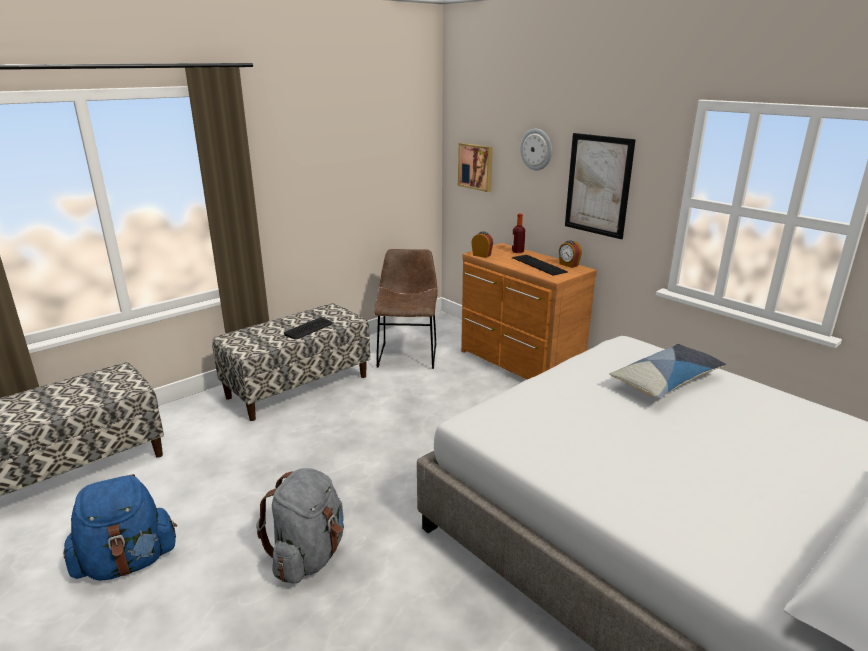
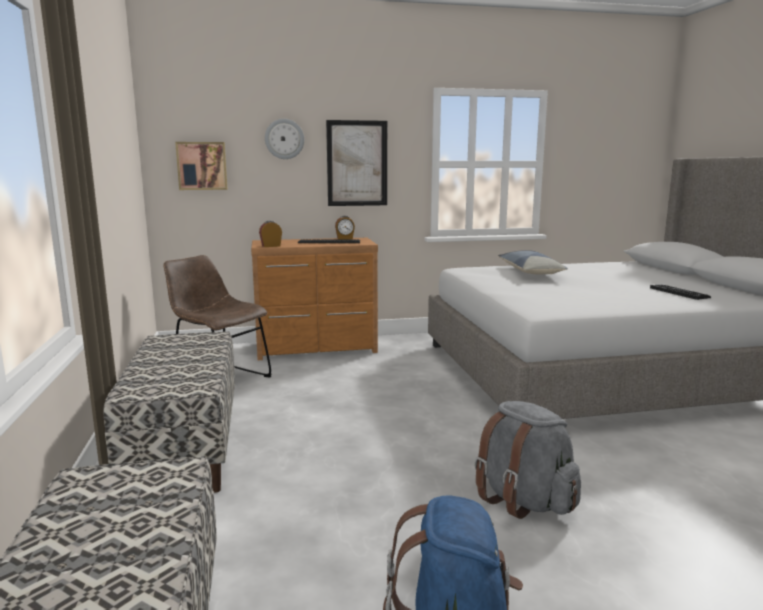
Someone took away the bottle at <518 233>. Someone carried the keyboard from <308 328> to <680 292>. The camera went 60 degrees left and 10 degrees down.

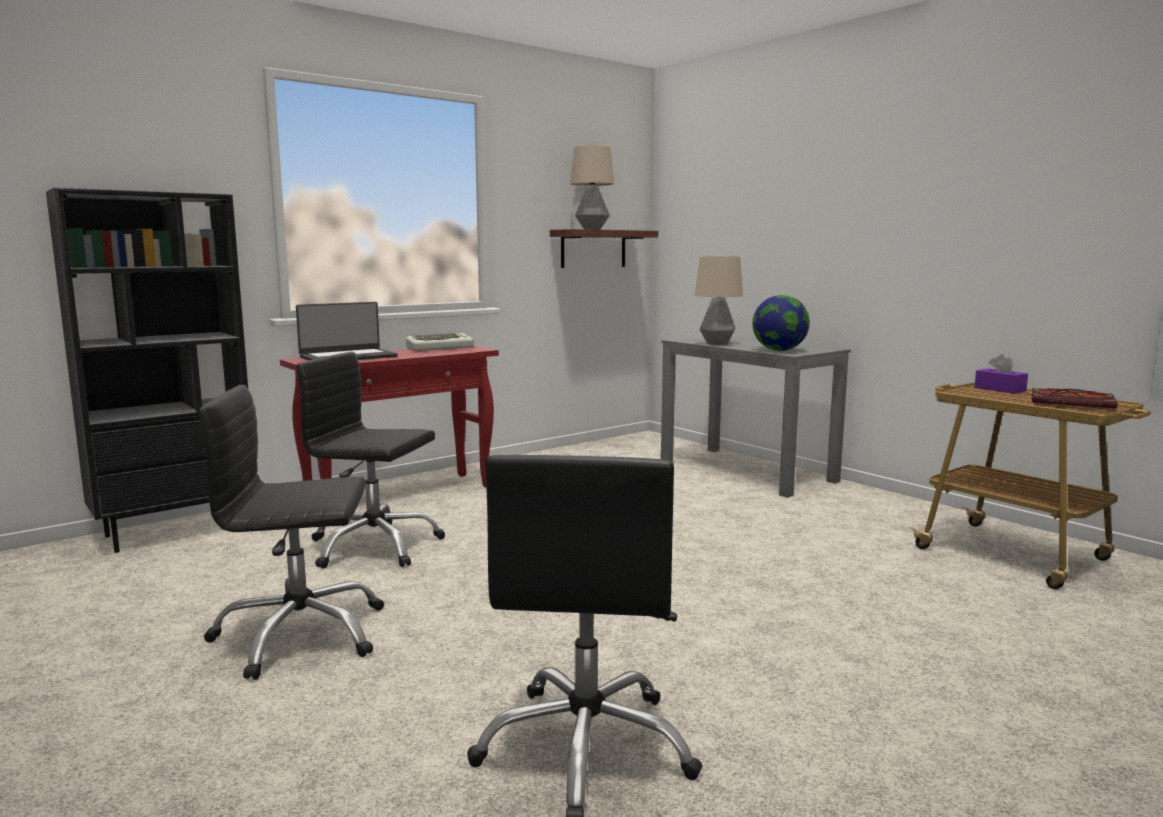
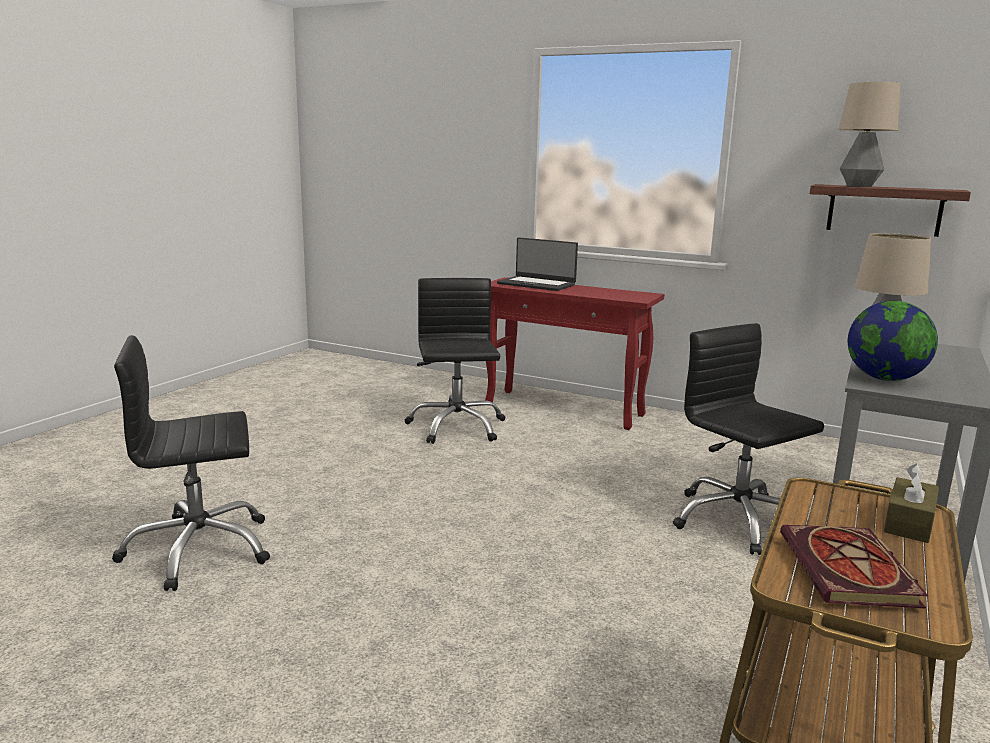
Someone took away the black bookcase at <147 370>. Someone took away the keyboard at <440 342>. Someone repainted the purple tissue box at <1001 374>, which became the brown tissue box at <911 503>. Someone carried the black office chair from <291 532> to <748 439>. The camera went 65 degrees right and 5 degrees up.

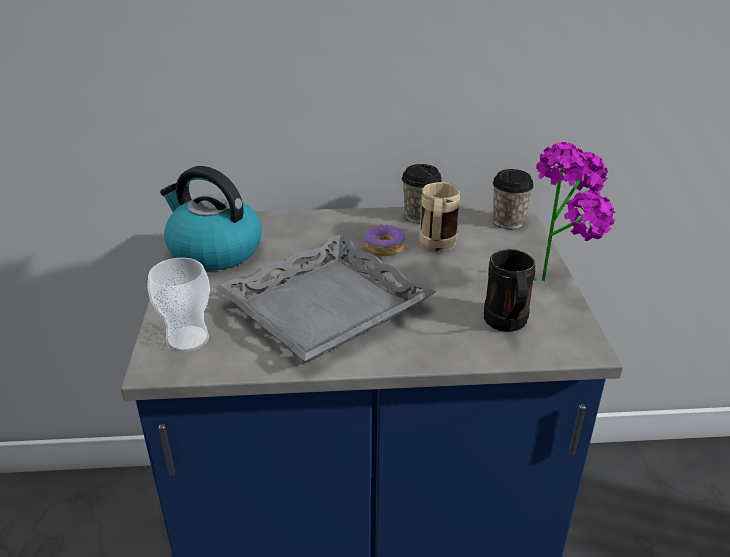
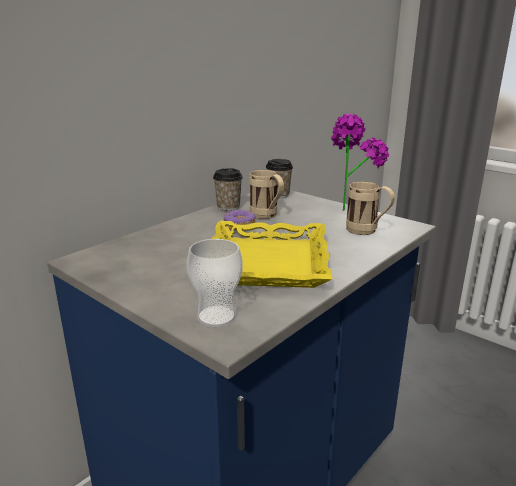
Someone took away the kettle at <211 218>. Someone repainted the grey tray at <326 297>, which became the yellow tray at <272 254>. Someone repainted the black mug at <509 290>, which became the beige mug at <370 208>. The camera went 45 degrees left and 10 degrees down.

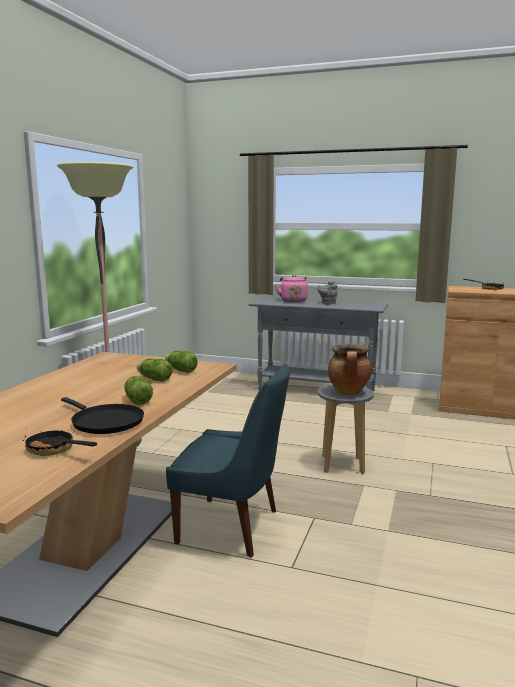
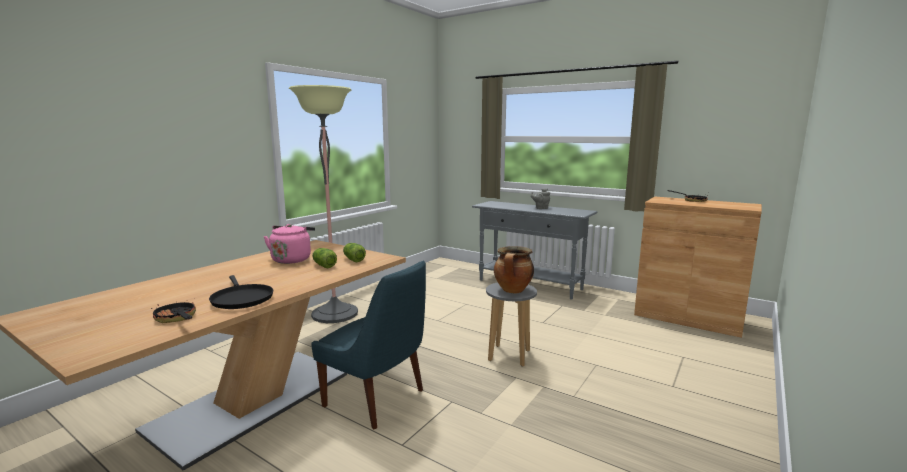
Someone carried the pink kettle from <291 288> to <289 244>. Someone took away the lettuce at <138 390>. The camera went 15 degrees right and 0 degrees up.

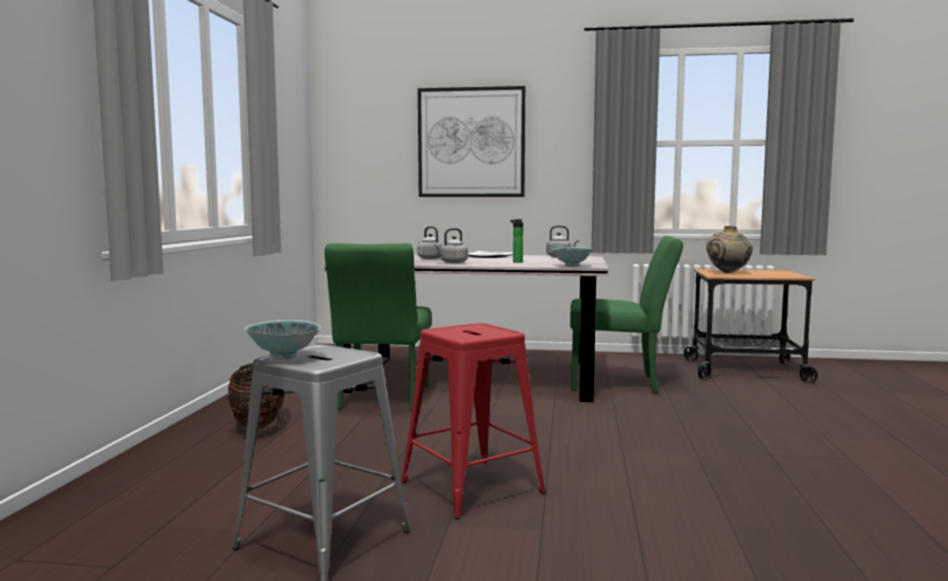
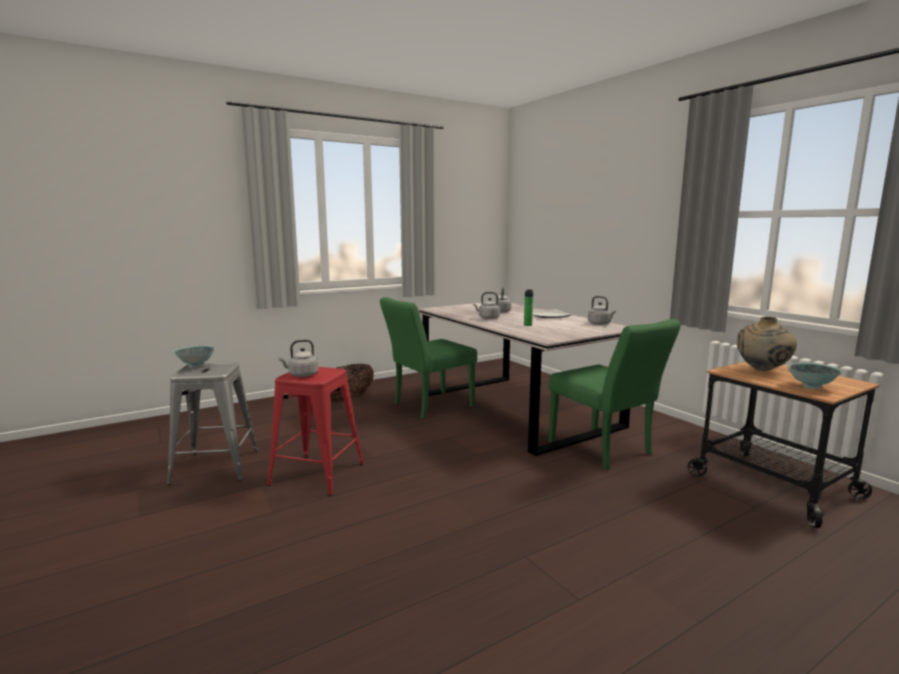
Someone took away the picture at <471 141>. Someone carried the bowl from <572 257> to <815 376>. Someone put down the grey kettle at <299 358>. The camera went 50 degrees right and 5 degrees up.

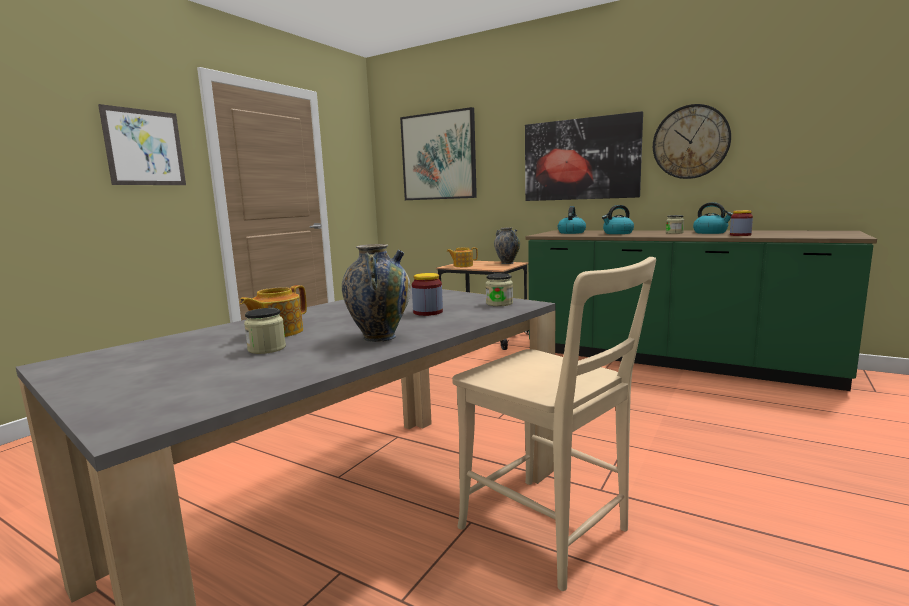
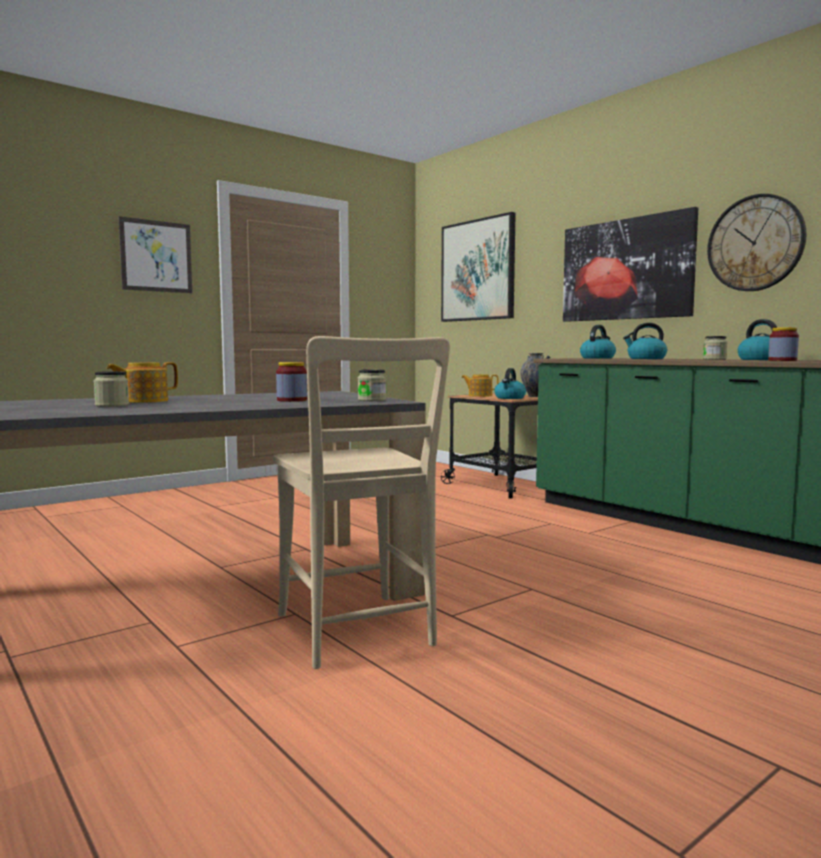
Someone took away the vase at <376 293>. Someone put down the kettle at <510 383>. The camera went 20 degrees right and 5 degrees down.

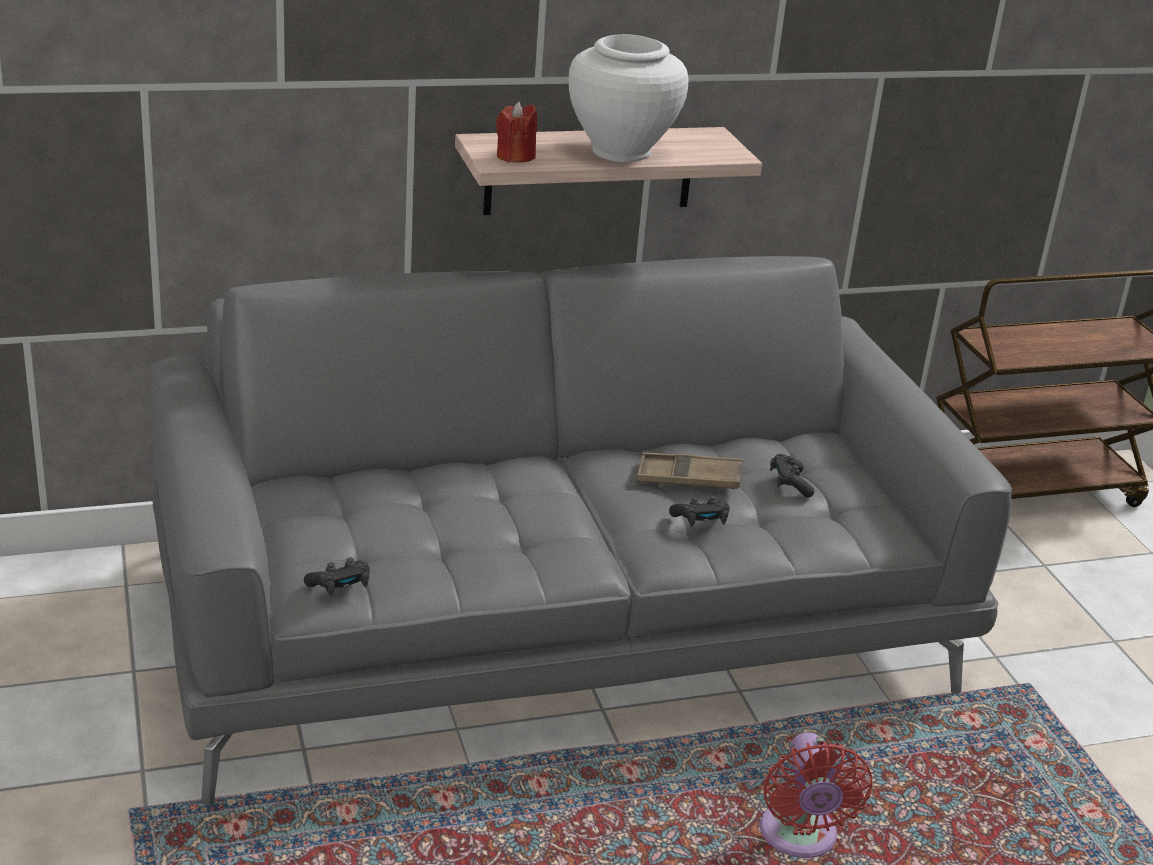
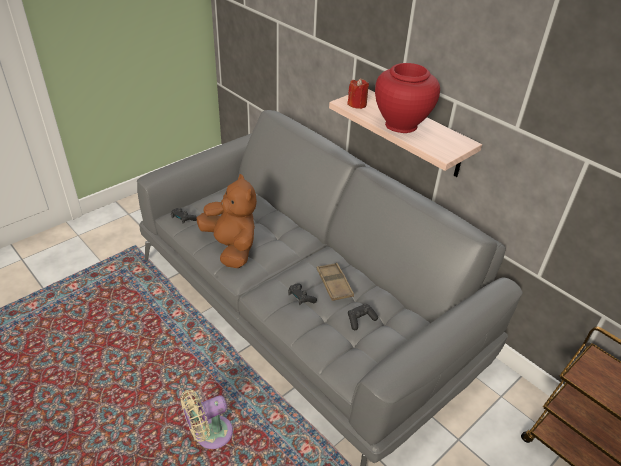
Someone repainted the white vase at <628 98>, which became the red vase at <407 98>. Someone repainted the red fan at <816 795>, which became the beige fan at <206 419>. Someone put down the brown plush toy at <227 221>. The camera went 65 degrees right and 10 degrees up.

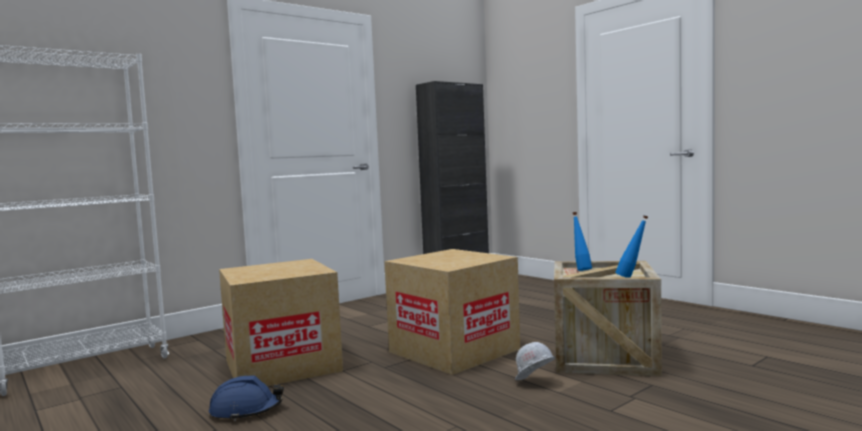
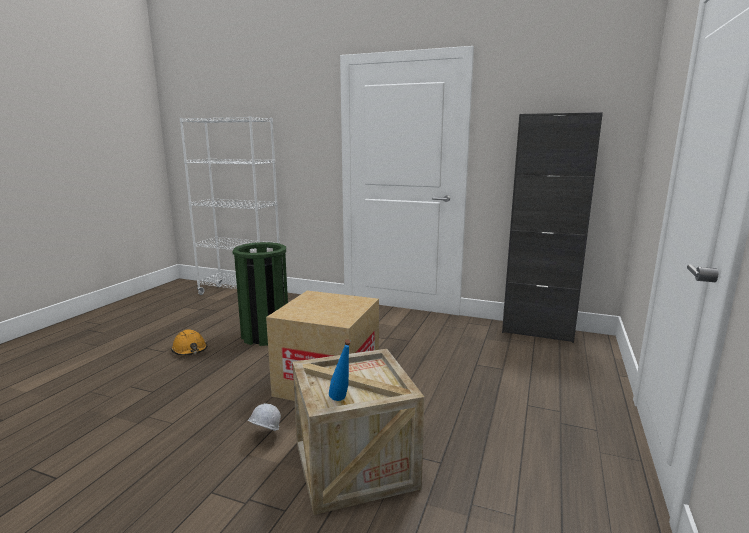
Someone took away the blue bottle at <582 241>. Someone swapped the cardboard box at <281 322> for the green trash can at <260 294>. Someone repainted the blue hard hat at <246 398>, which became the orange hard hat at <189 342>. The camera went 60 degrees right and 10 degrees up.

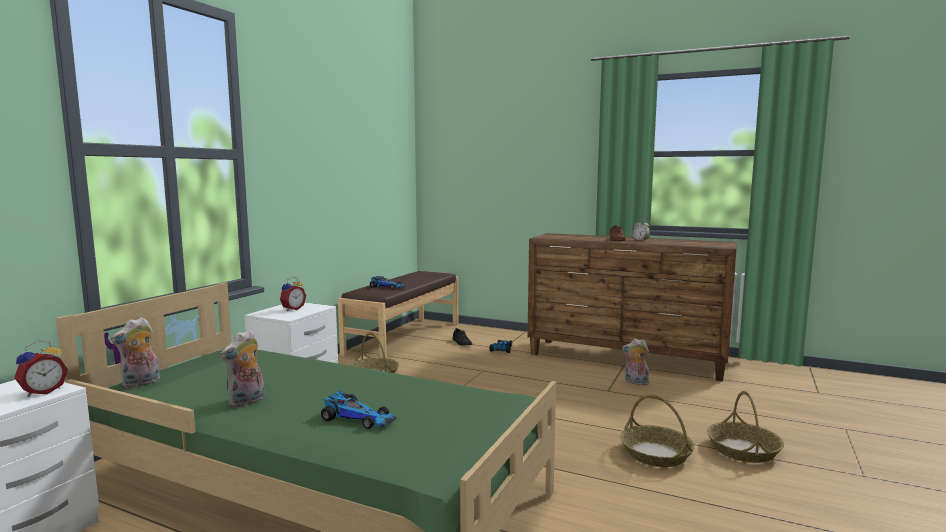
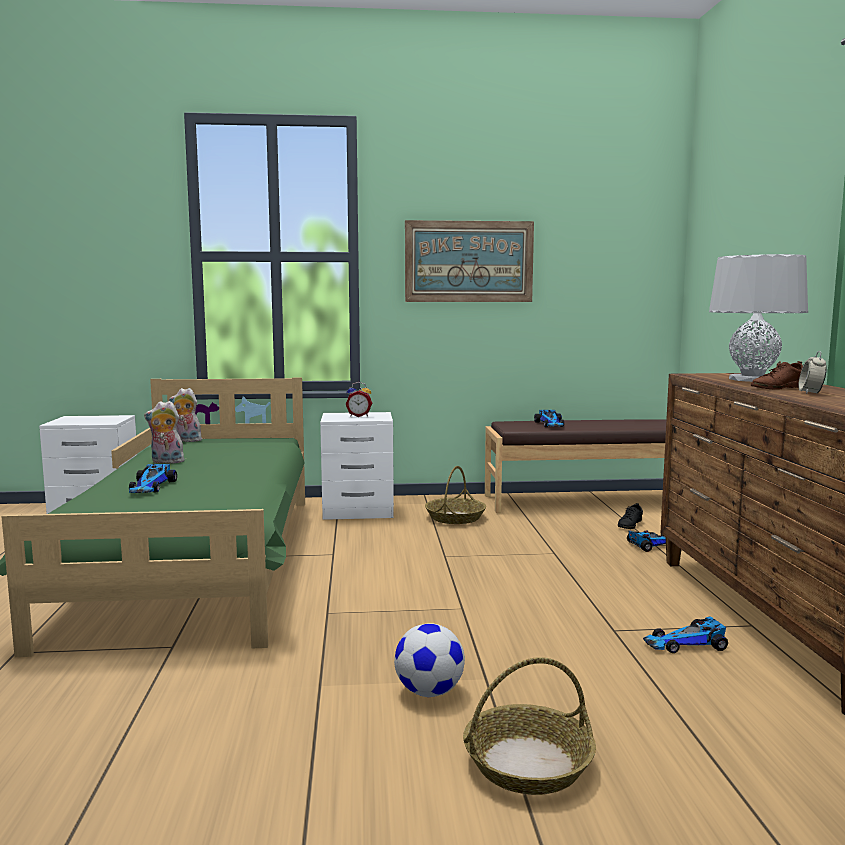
Someone swapped the plush toy at <635 362> for the toy car at <685 634>. Someone took away the alarm clock at <41 369>. Someone swapped the basket at <657 431> for the football at <429 660>. Someone put up the picture at <469 261>. Someone put down the grey table lamp at <758 318>. The camera went 60 degrees right and 0 degrees up.

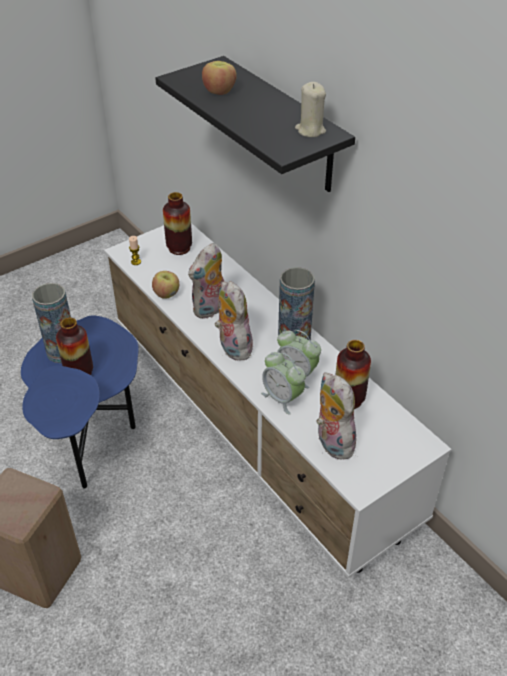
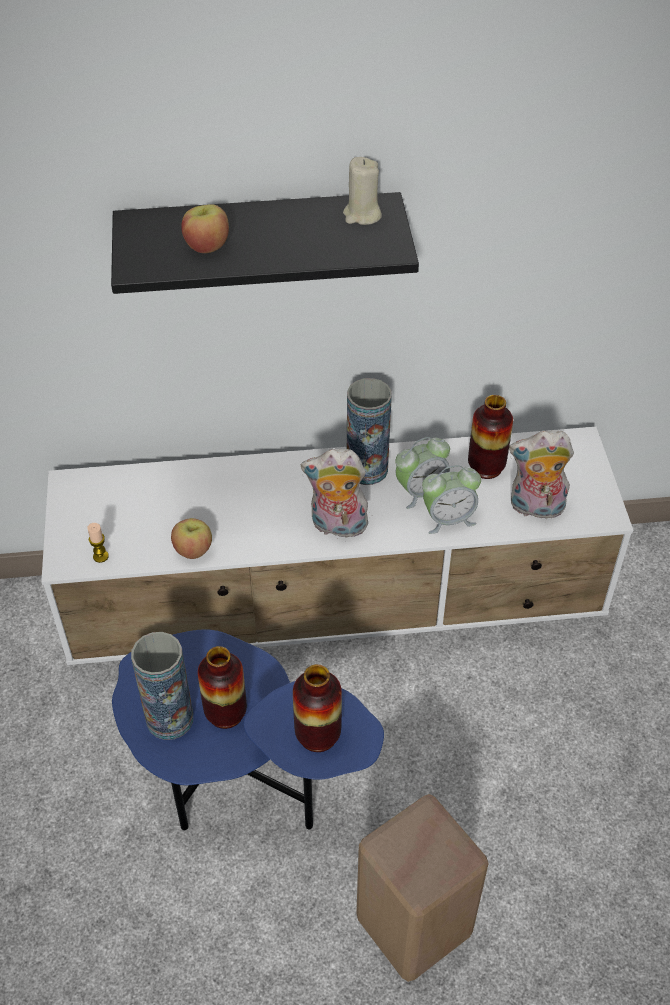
Someone carried the vase from <177 223> to <317 708>. Someone took away the plush toy at <206 281>. The camera went 60 degrees left and 5 degrees up.

